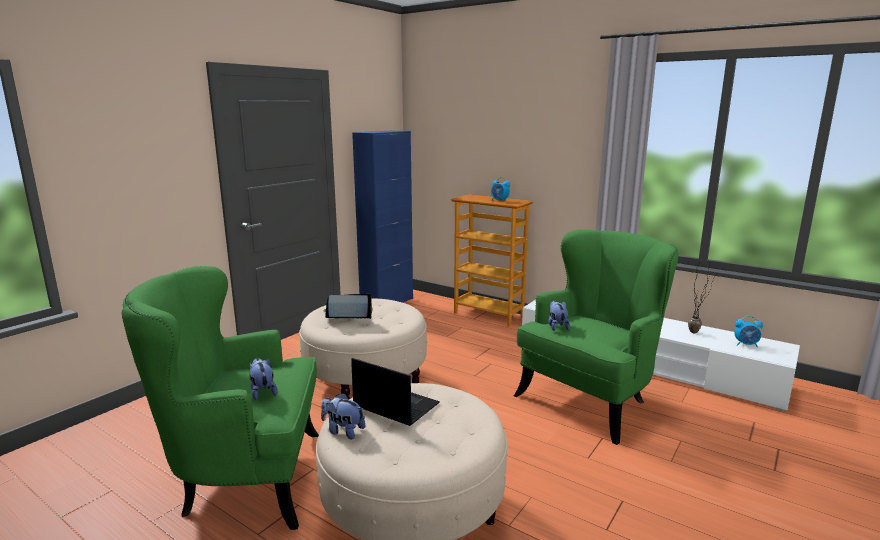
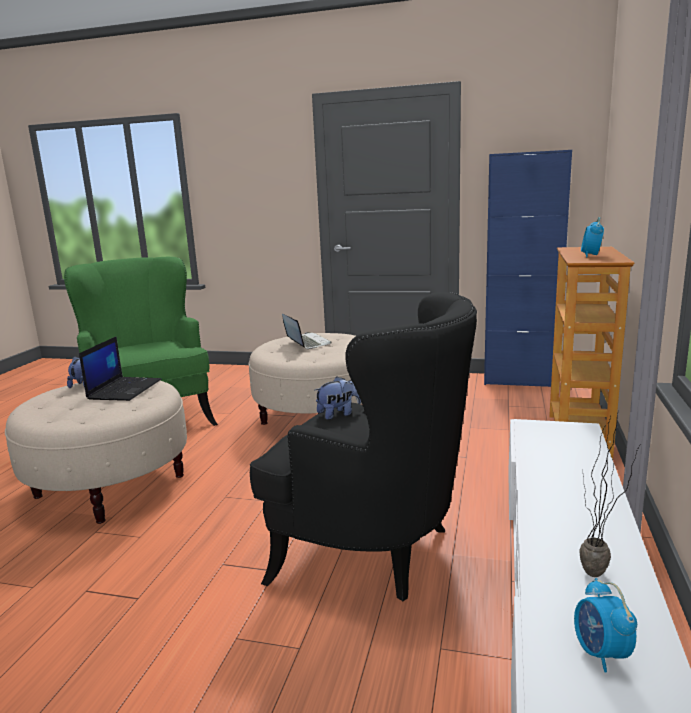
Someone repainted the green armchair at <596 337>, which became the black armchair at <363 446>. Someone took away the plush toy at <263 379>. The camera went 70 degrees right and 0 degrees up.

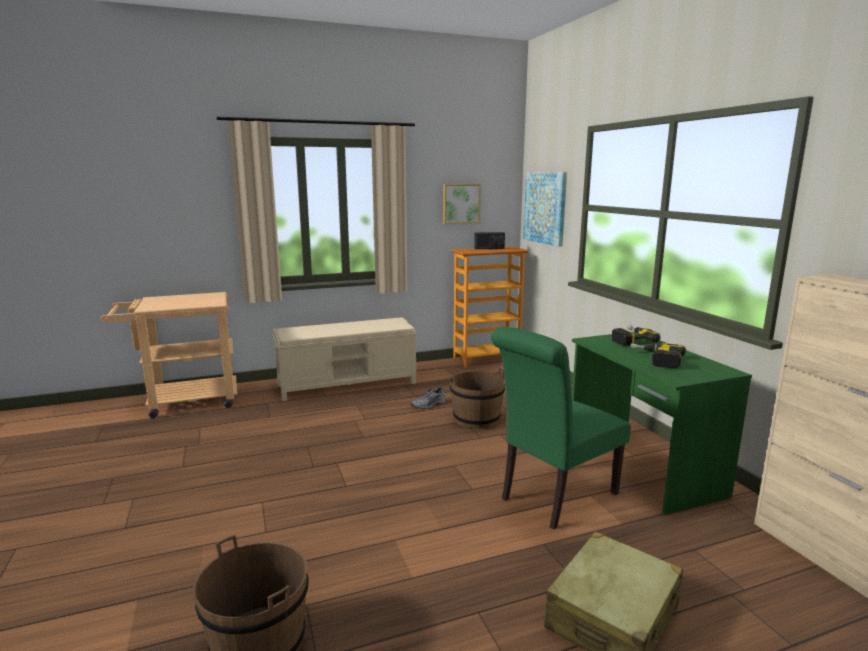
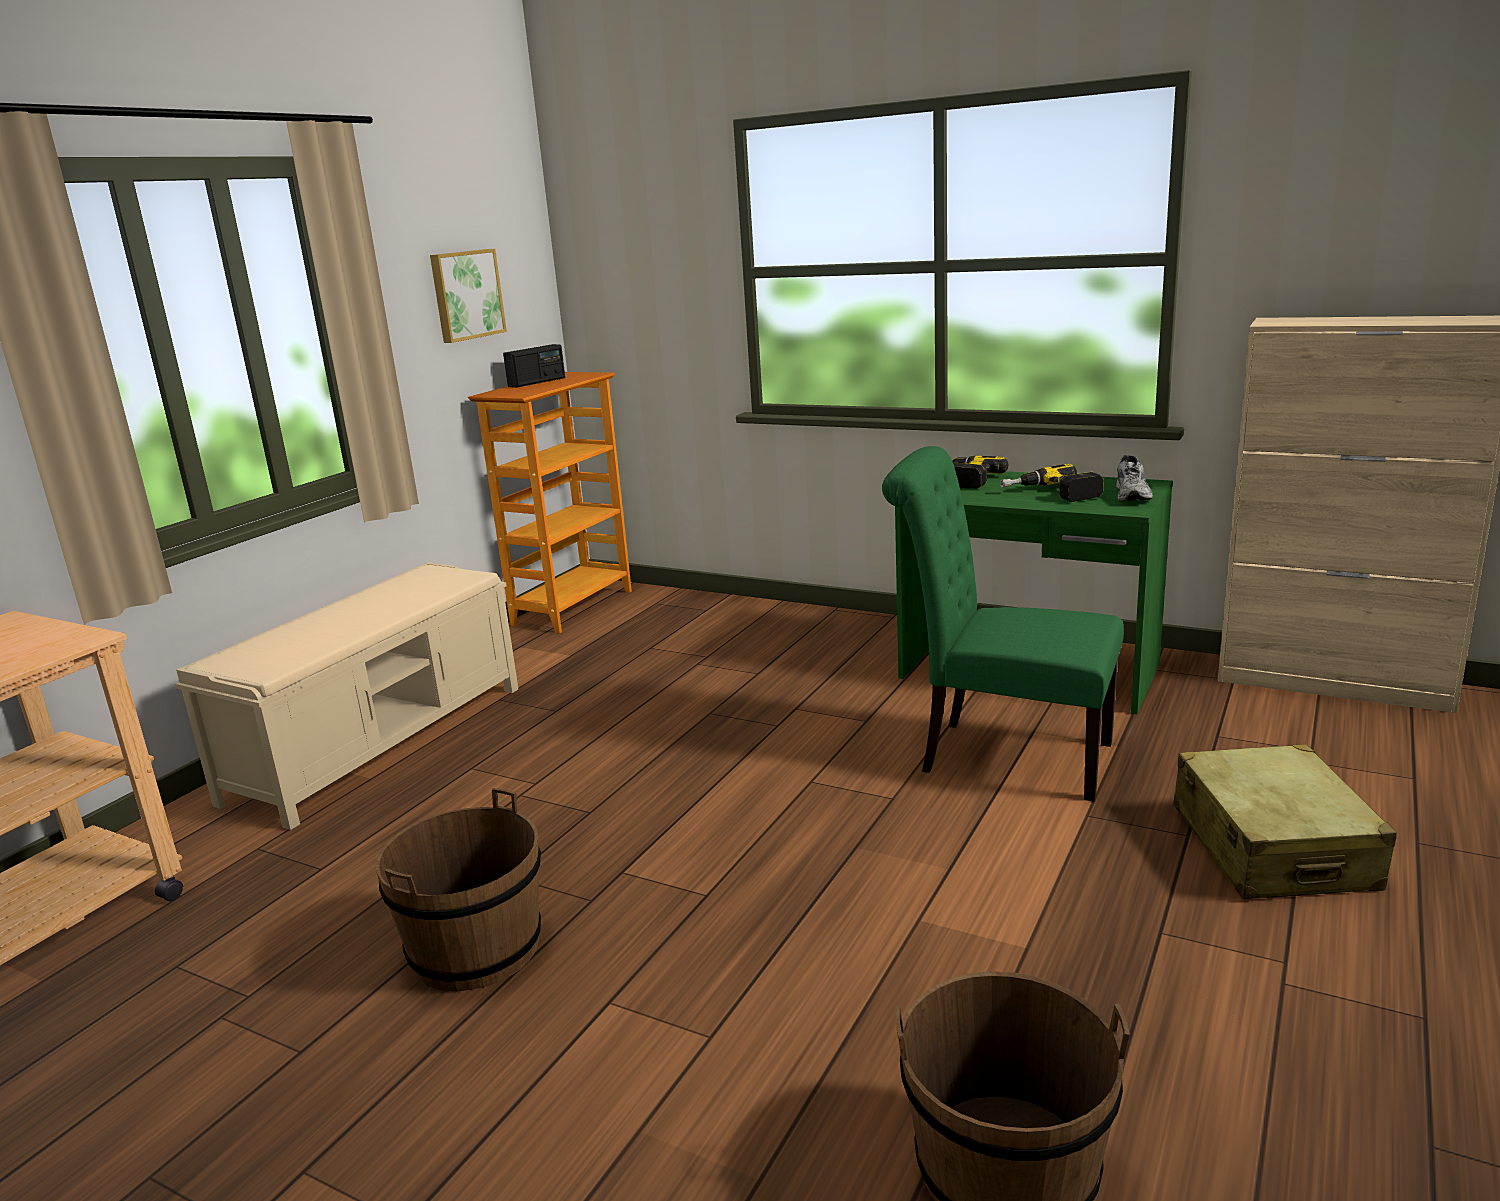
Someone took away the picture at <545 209>. Someone rotated the green chair at <561 428> by 105 degrees clockwise. Someone carried the brown bucket from <477 398> to <458 889>. Someone carried the grey shoe from <428 398> to <1134 478>. The camera went 40 degrees left and 5 degrees up.

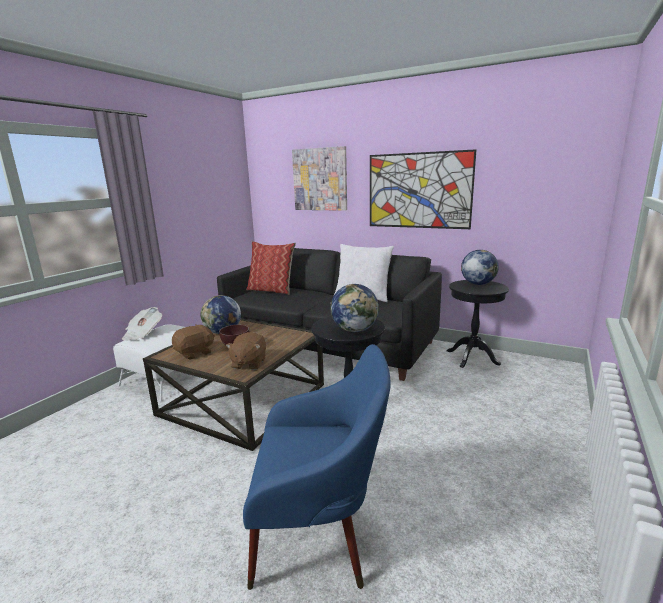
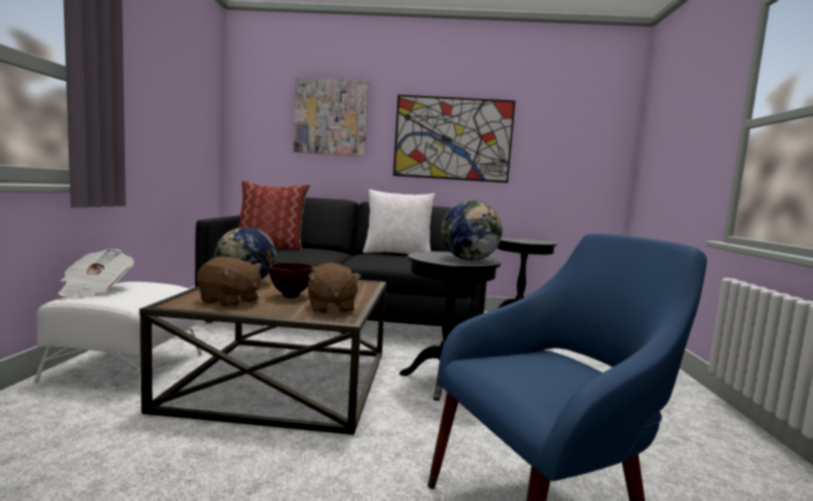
Someone took away the globe at <480 267>. Someone rotated the brown plush toy at <193 342> by 90 degrees clockwise. The camera went 25 degrees left and 10 degrees down.

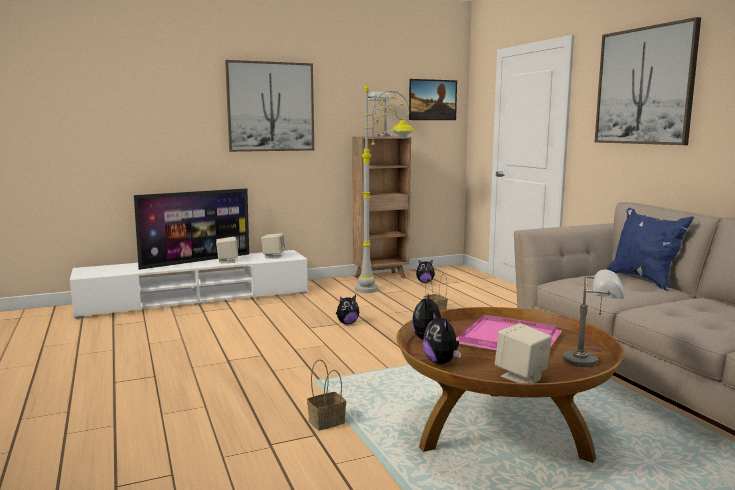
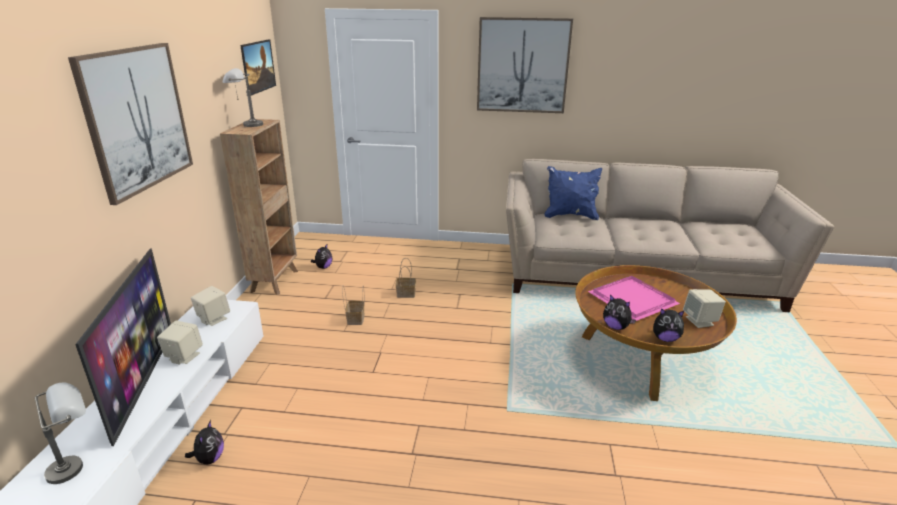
Someone took away the grey floor lamp at <385 187>. Someone carried the grey table lamp from <594 318> to <60 433>. Someone carried the plush toy from <347 309> to <204 442>. Someone carried the basket from <326 394> to <353 305>. The camera went 60 degrees left and 15 degrees up.

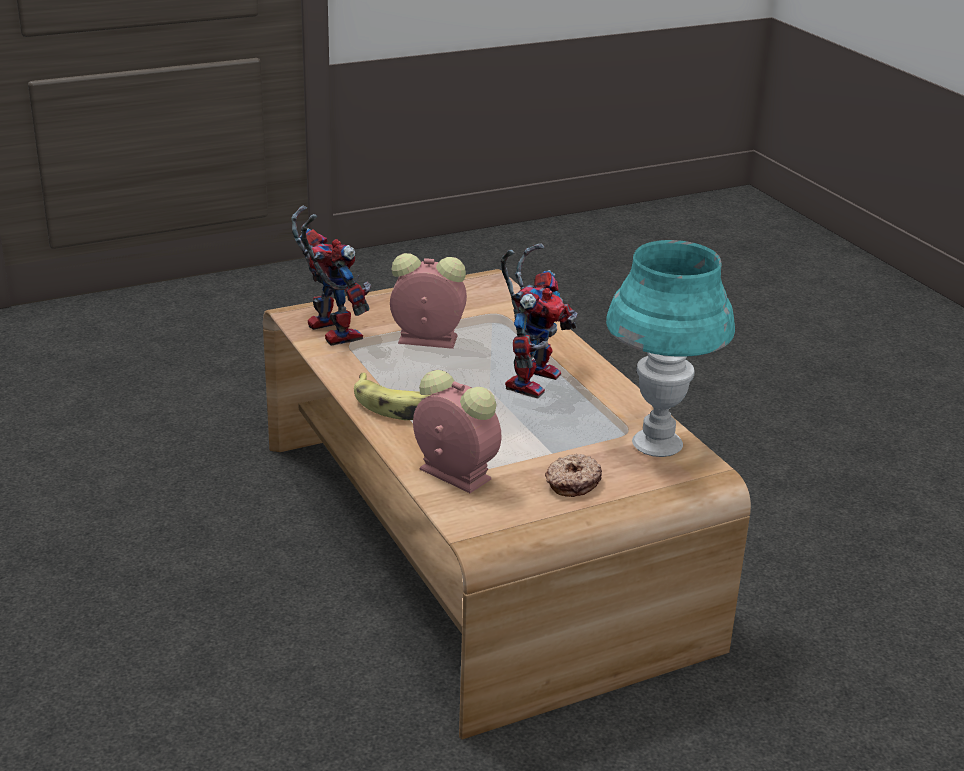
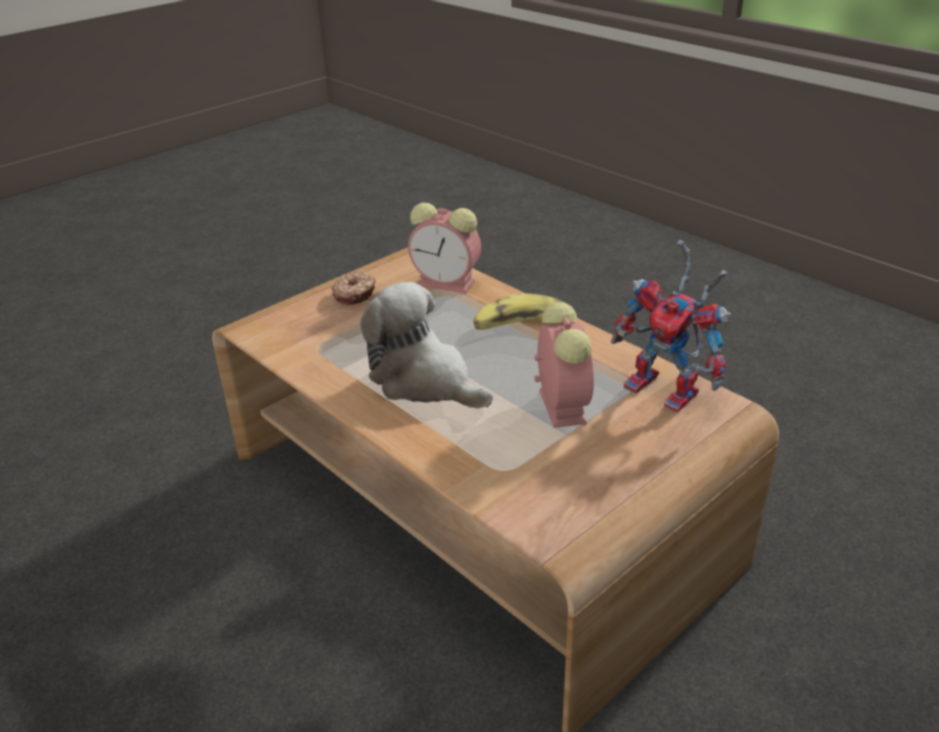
Someone took away the turquoise table lamp at <670 348>. Someone swapped the toy robot at <539 321> for the plush toy at <426 345>. Someone rotated the alarm clock at <428 301> by 90 degrees counterclockwise. The camera went 165 degrees right and 5 degrees up.

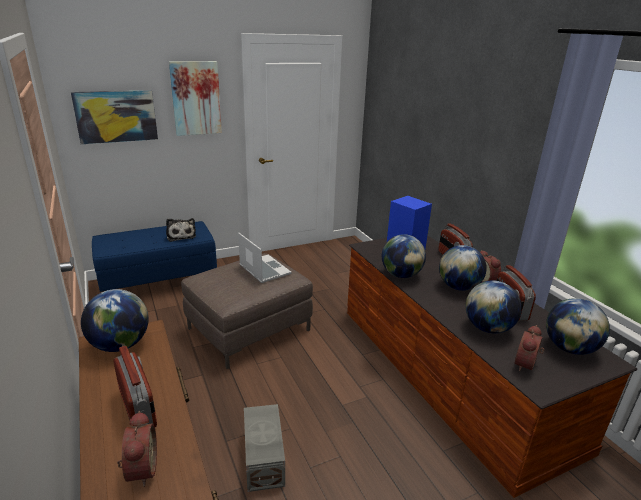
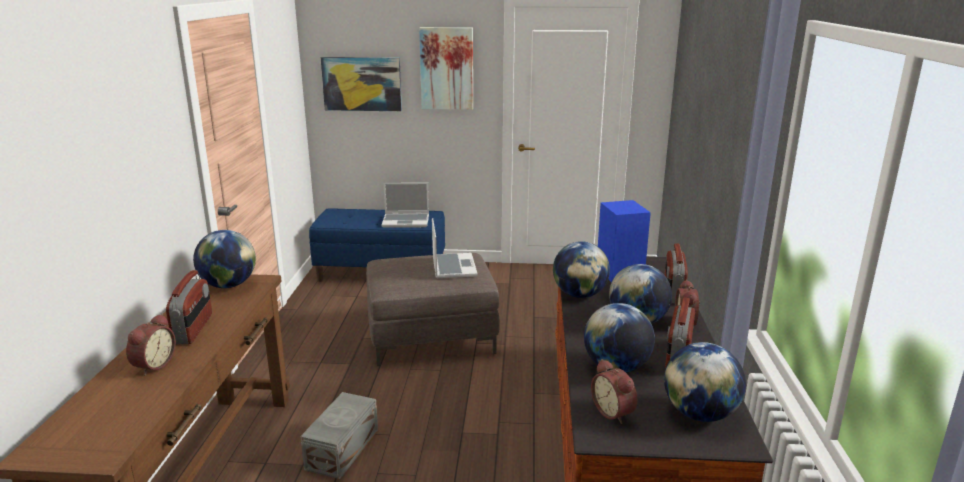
Someone swapped the plush toy at <181 230> for the laptop at <405 205>. Someone rotated the alarm clock at <529 348> by 90 degrees counterclockwise. The camera went 30 degrees right and 5 degrees down.

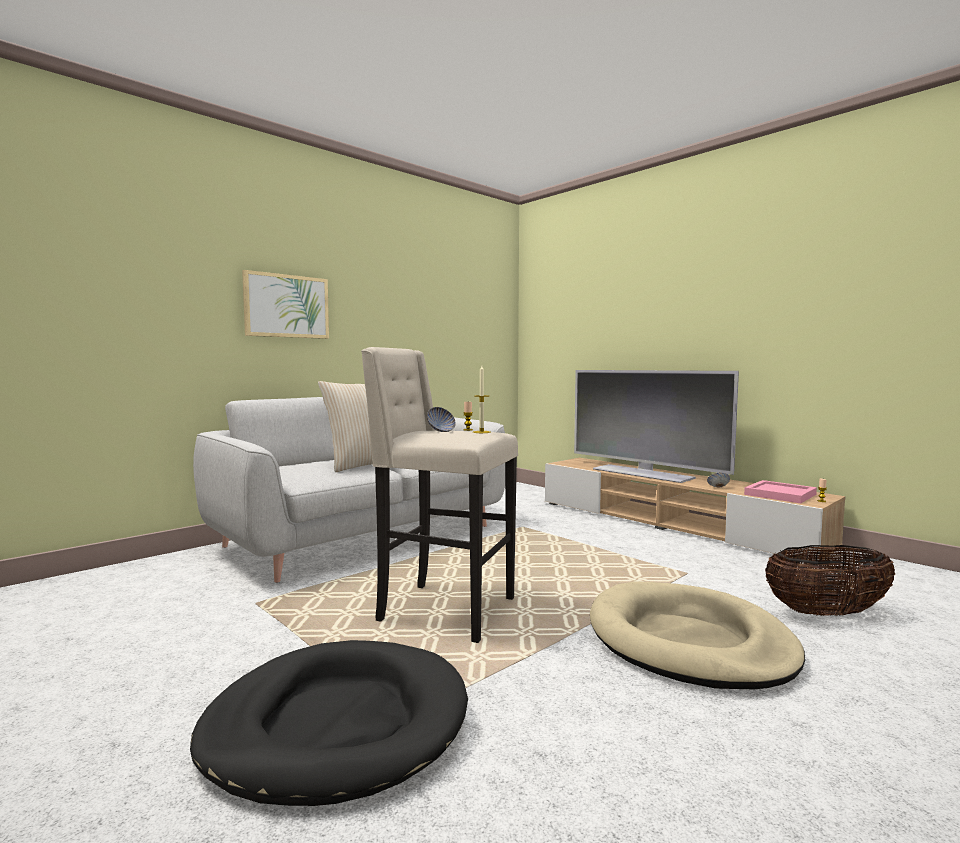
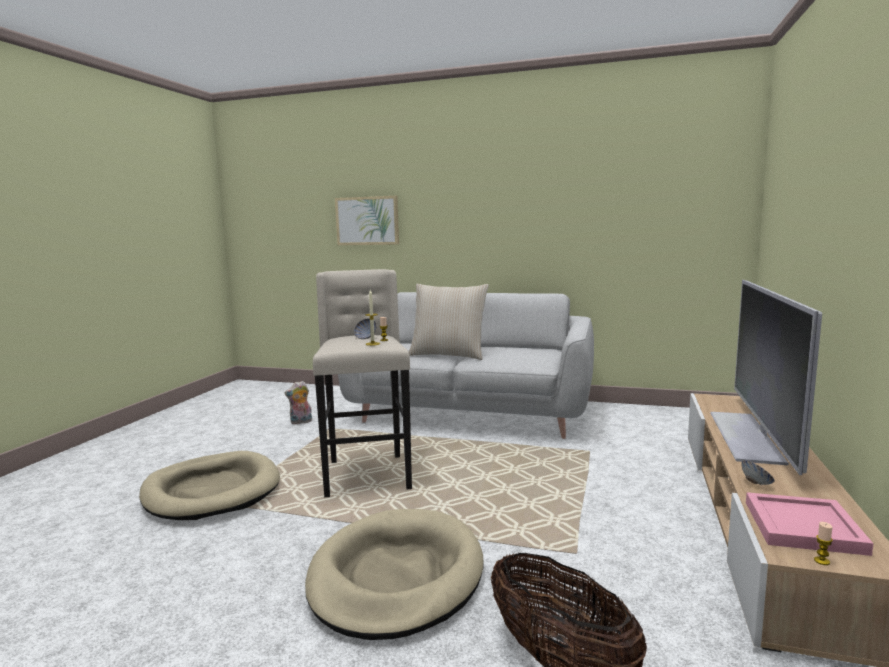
Someone carried the picture from <285 304> to <367 220>. Someone repainted the black dog bed at <329 723>, which became the beige dog bed at <209 485>. Someone put down the plush toy at <298 403>. The camera went 60 degrees right and 5 degrees up.

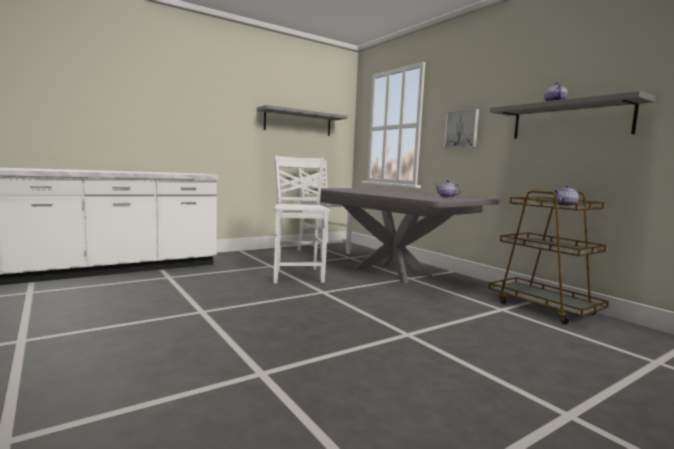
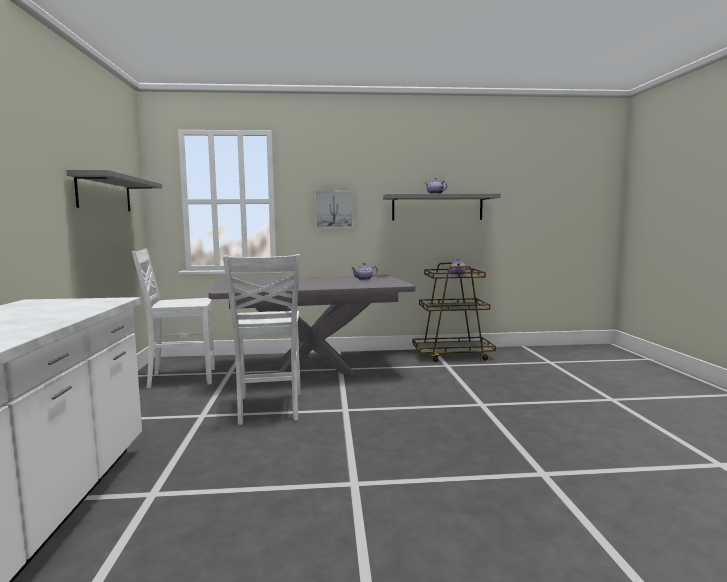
Someone rotated the white chair at <301 219> by 120 degrees counterclockwise. The camera went 60 degrees left and 0 degrees up.

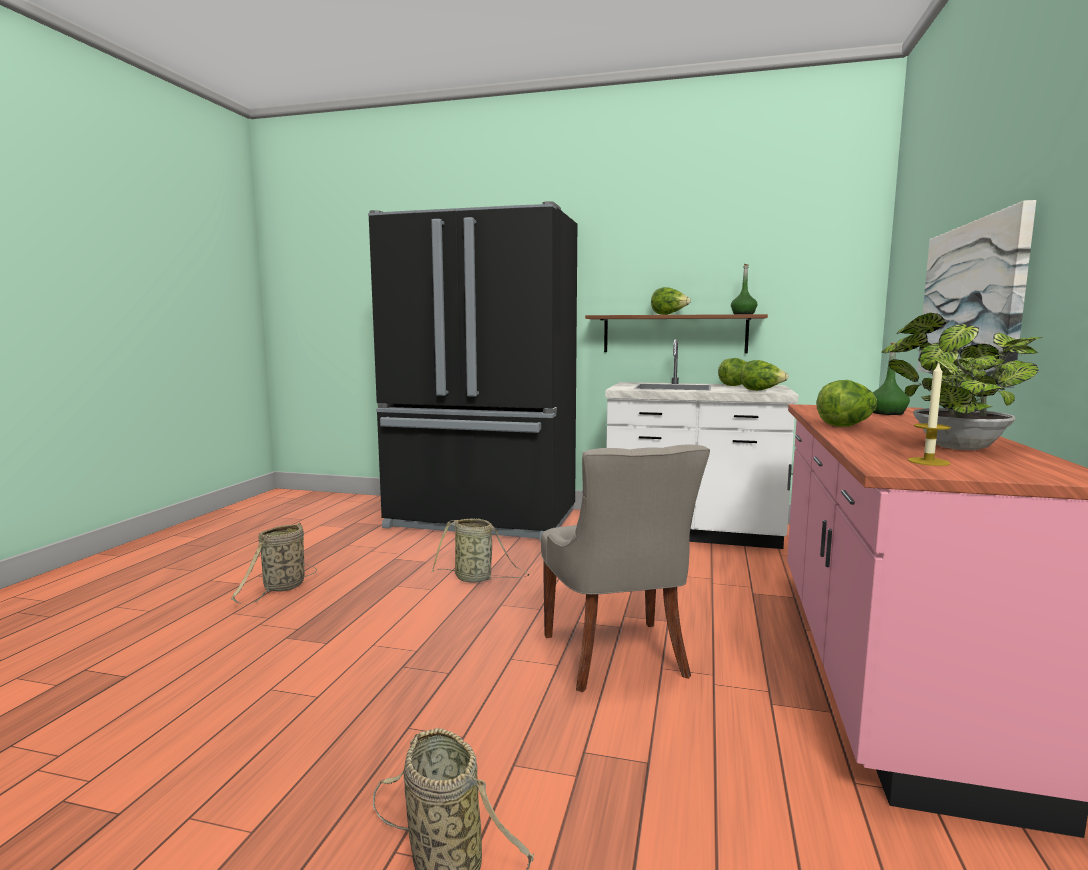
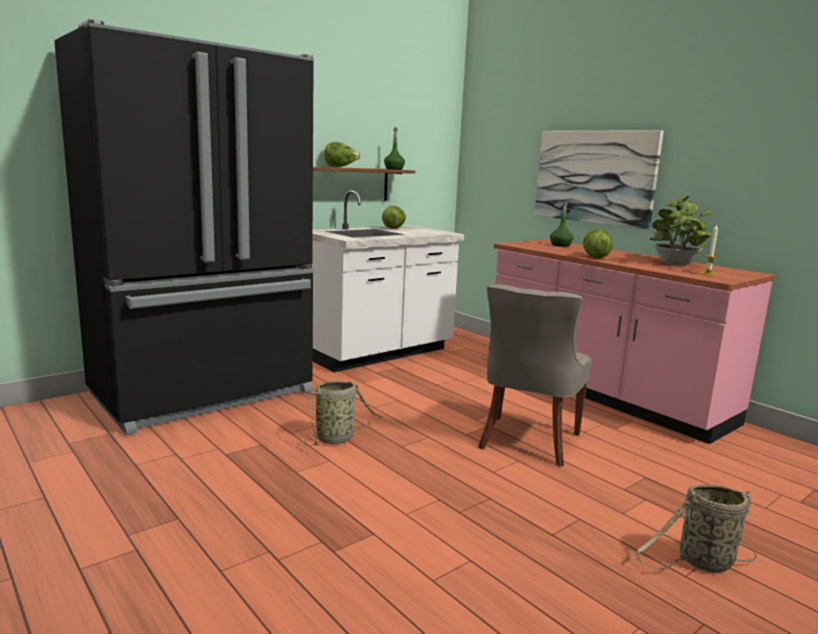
Someone took away the lettuce at <765 375>. Someone rotated the grey chair at <625 568> by 90 degrees clockwise. Someone took away the basket at <274 564>. The camera went 55 degrees left and 5 degrees up.

